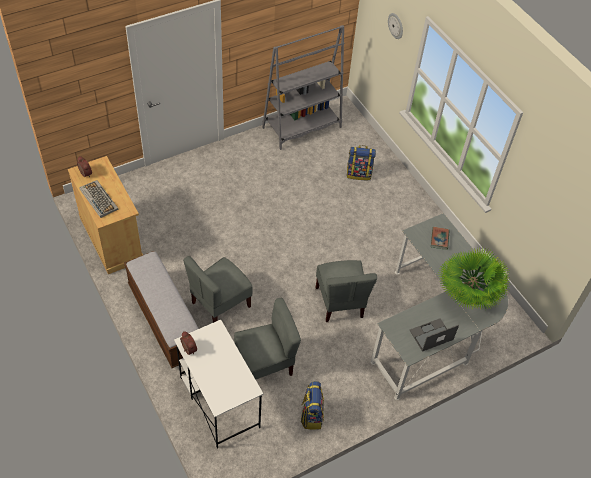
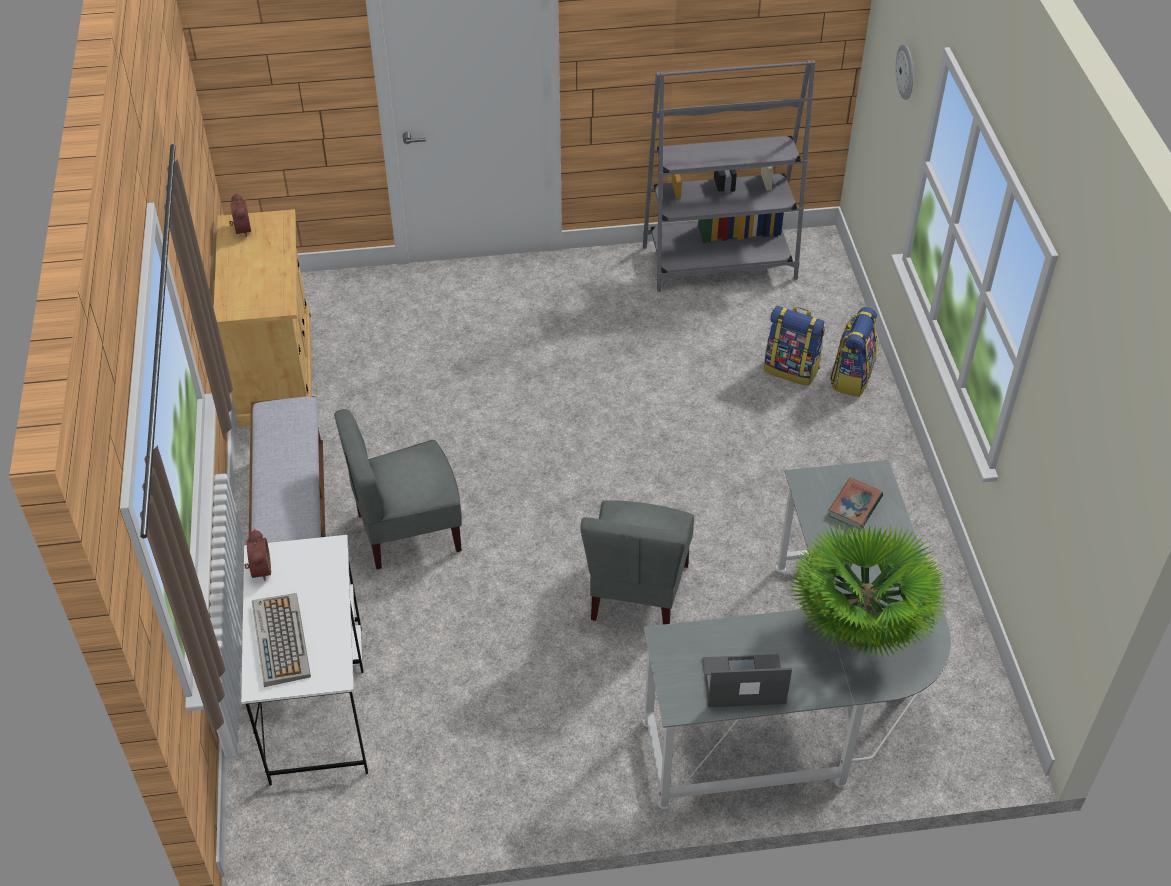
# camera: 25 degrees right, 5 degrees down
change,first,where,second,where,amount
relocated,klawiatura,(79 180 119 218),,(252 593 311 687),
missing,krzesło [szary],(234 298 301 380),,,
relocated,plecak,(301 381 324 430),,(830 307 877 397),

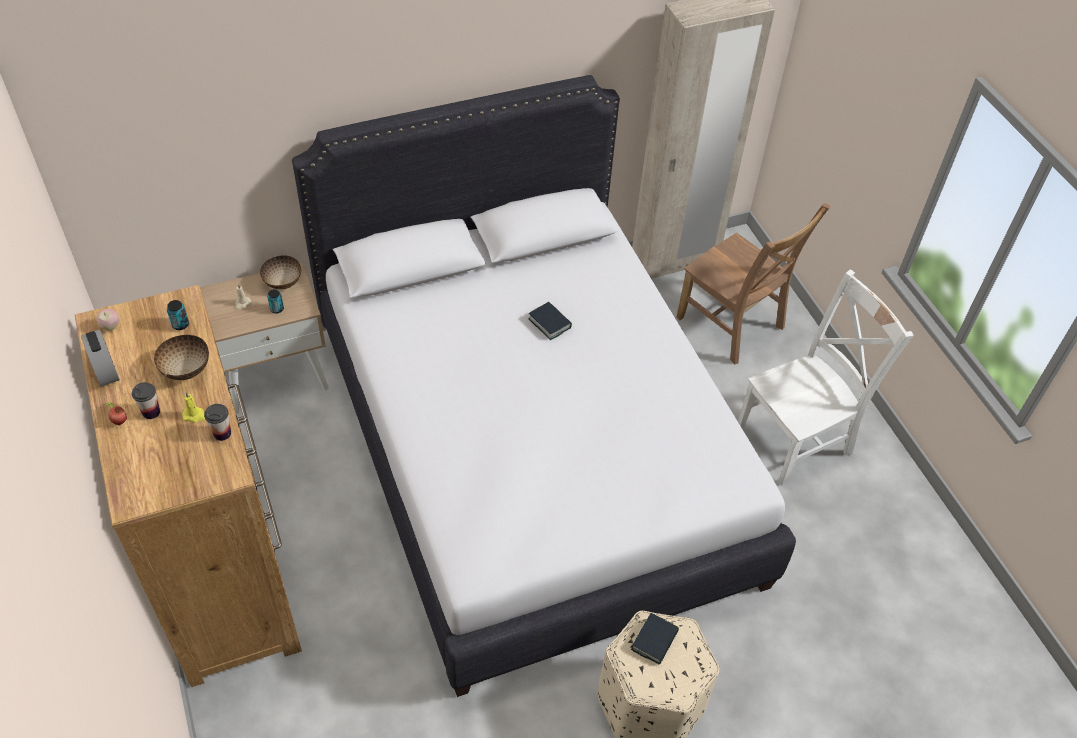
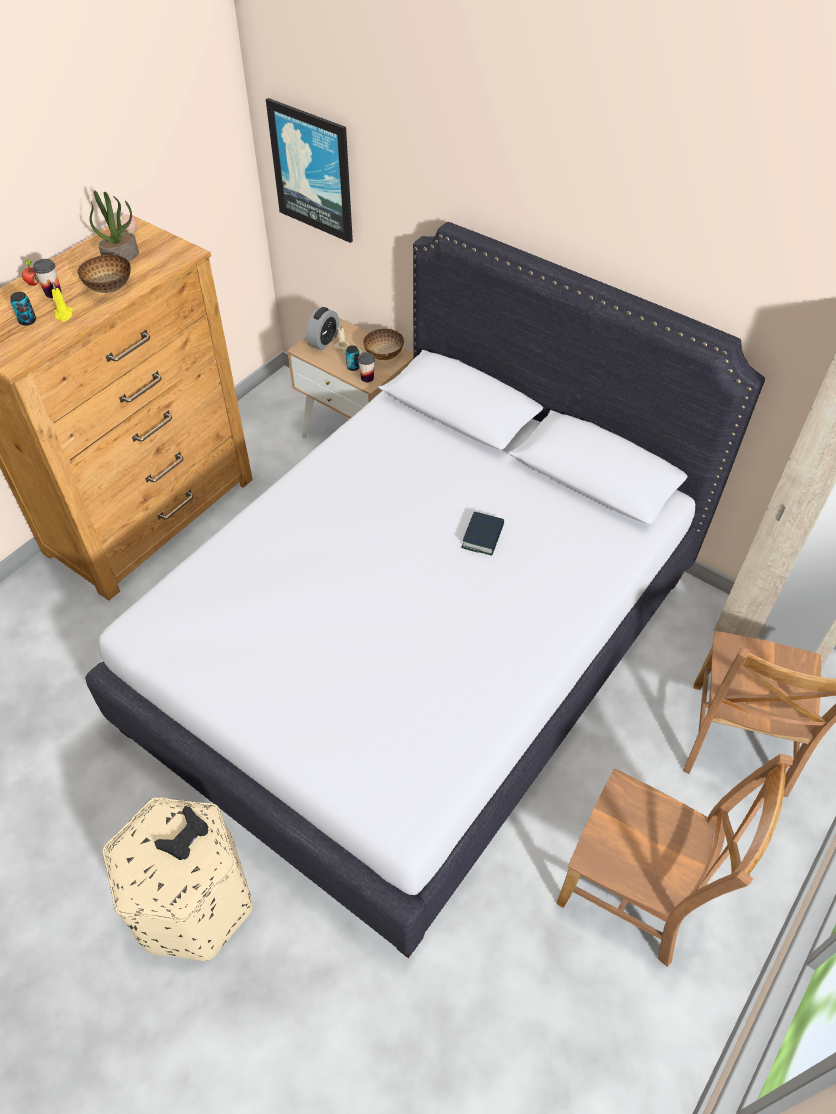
# camera: 60 degrees right, 0 degrees up
change,first,where,second,where,amount
colour,krzesło [biały],(738 269 914 486),krzesło [brązowy],(556 754 793 967),
relocated,puszka,(167 300 189 330),,(10 292 36 326),
relocated,budzik,(81 329 120 387),,(306 307 339 350),
relocated,filiżanka,(204 404 231 441),,(358 352 375 383),
exchanged,książka,(631 613 679 664),pad do gier [czarny],(154 806 209 860),
appeared,,,obraz,(266 98 353 243),
appeared,,,roślina doniczkowa,(90 191 139 261),

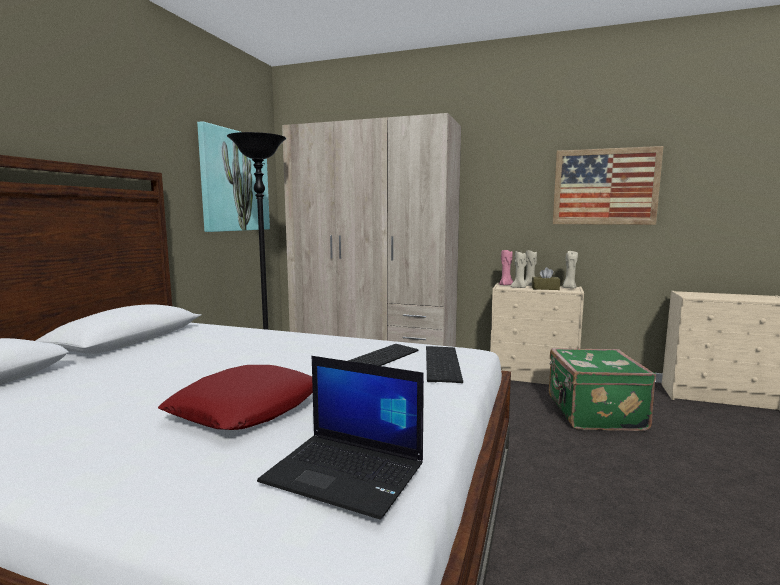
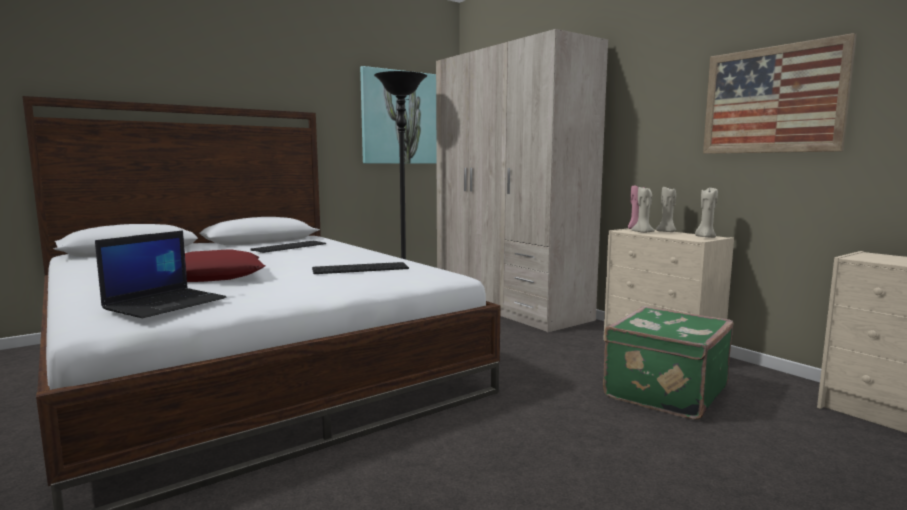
# camera: 35 degrees right, 0 degrees up
change,first,where,second,where,amount
missing,pudełko chusteczek [brązowy],(532 267 560 290),,,
relocated,klawiatura,(426 346 463 383),,(250 241 326 253),
spun,laptop,(257 356 424 520),,(95 230 226 319),120 degrees counterclockwise

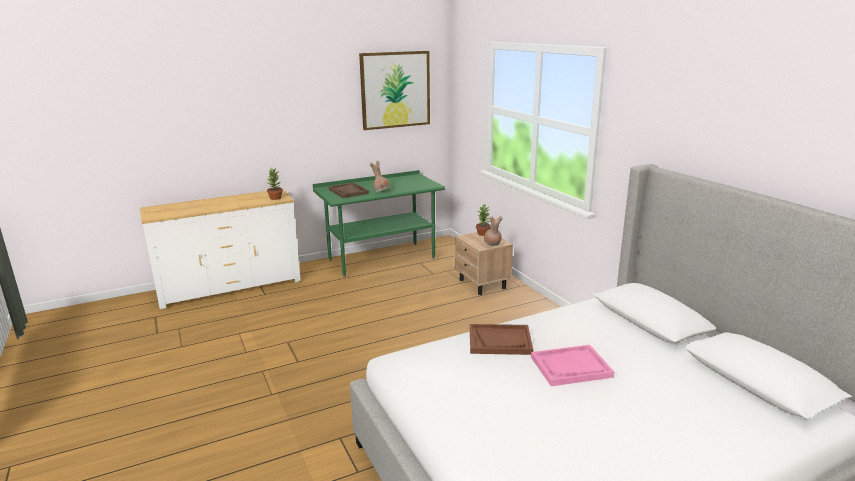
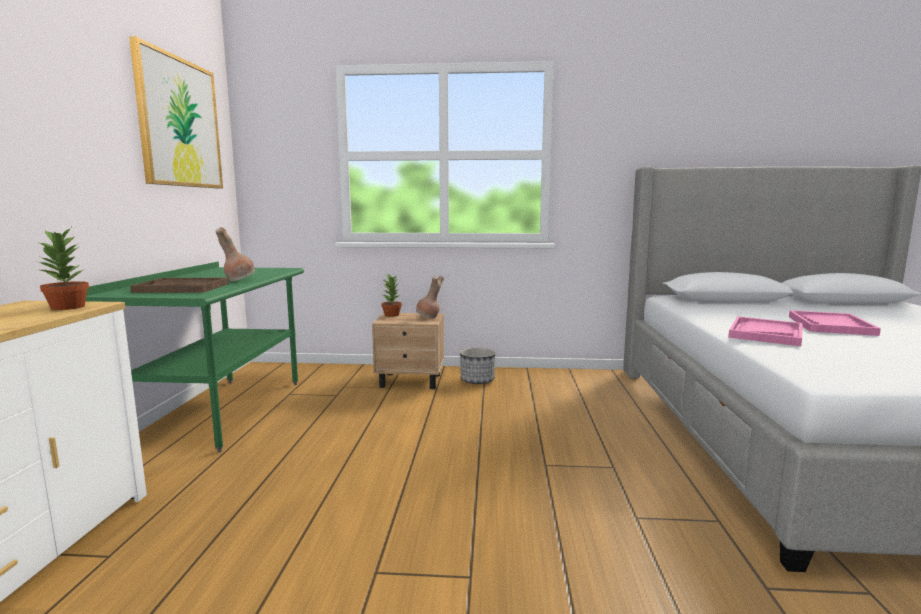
# camera: 60 degrees left, 10 degrees down
change,first,where,second,where,amount
colour,taca [brązowy],(470 324 533 355),taca [różowy],(728 316 803 346),
appeared,,,donica,(460 348 495 384),

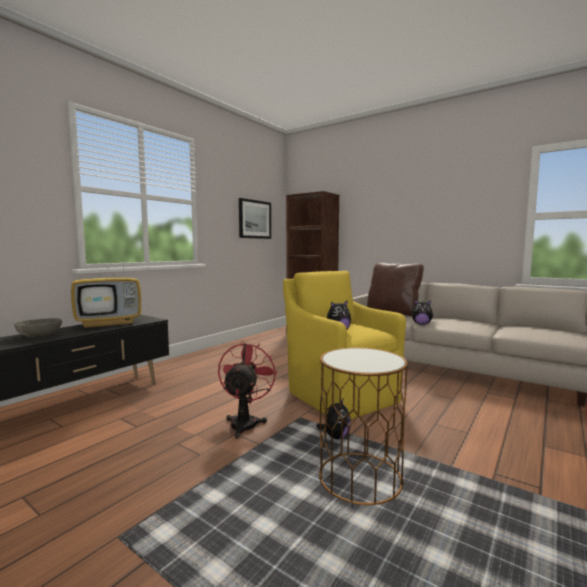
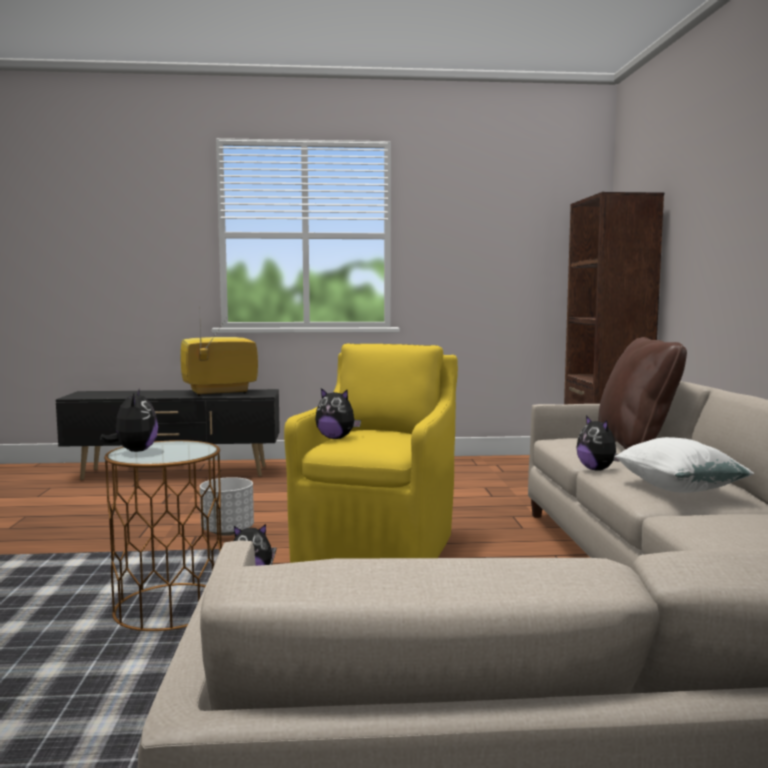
# camera: 50 degrees right, 0 degrees up
change,first,where,second,where,amount
missing,obraz,(239 198 271 239),,,
spun,telewizor,(71 247 141 329),,(180 303 258 396),135 degrees clockwise
missing,miska [szary],(14 318 62 337),,,
exchanged,wentylator [czerwony],(218 342 277 439),donica [biały],(200 477 254 536),
appeared,,,pluszak,(100 388 158 452),
appeared,,,poduszka [biały],(614 437 754 493),

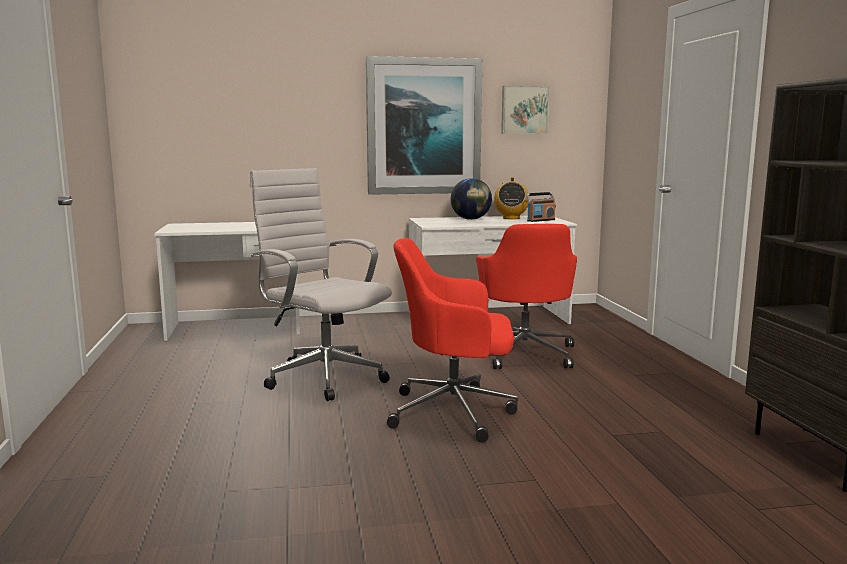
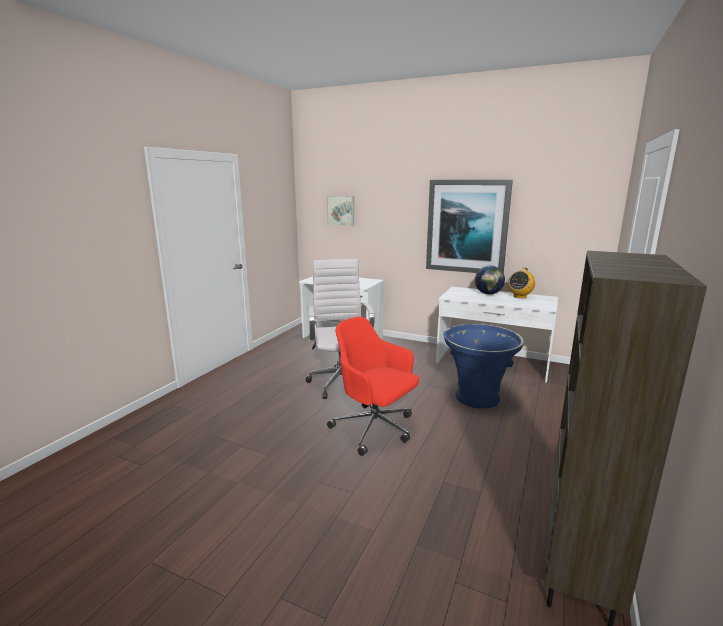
# camera: 35 degrees right, 5 degrees up
change,first,where,second,where,amount
relocated,obraz,(501 86 549 134),,(327 196 354 226),
missing,radio,(526 192 556 222),,,
exchanged,krzesło biurowe [czerwony],(476 224 577 369),donica [niebieski],(443 324 524 409),

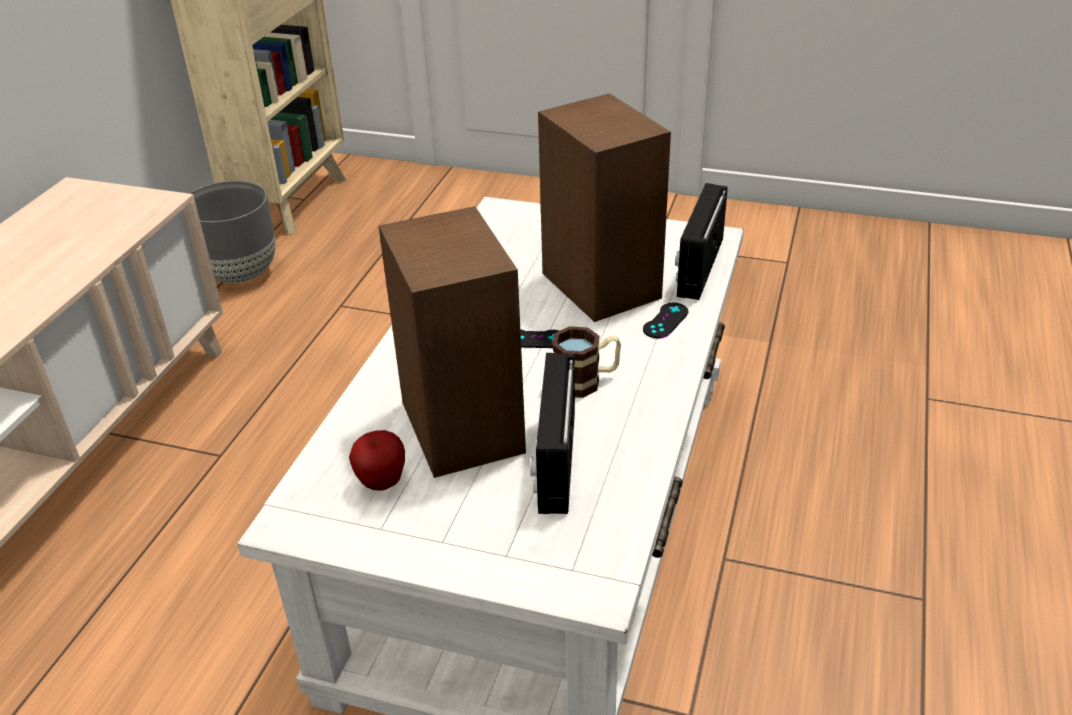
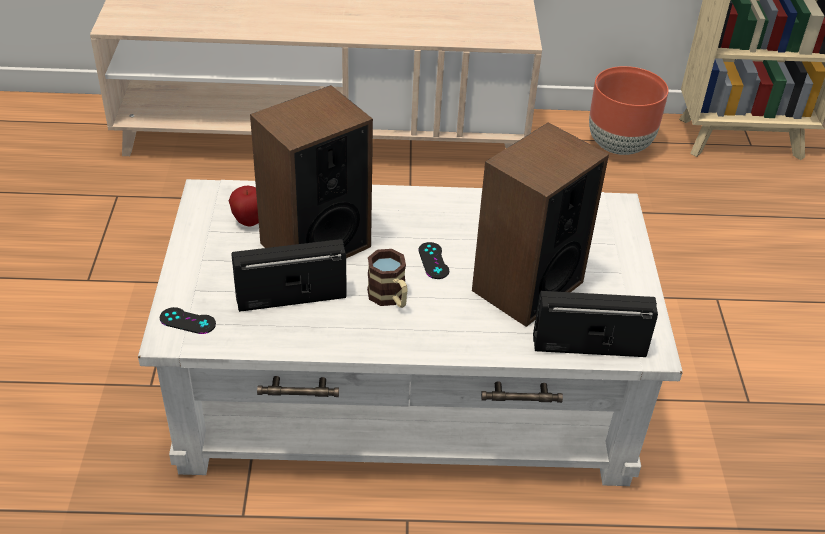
# camera: 70 degrees right, 5 degrees up
change,first,where,second,where,amount
colour,donica [szary],(189 181 275 283),donica [brązowy],(589 66 669 155),
relocated,pad do gier [czarny],(643 303 688 338),,(160 307 216 334),

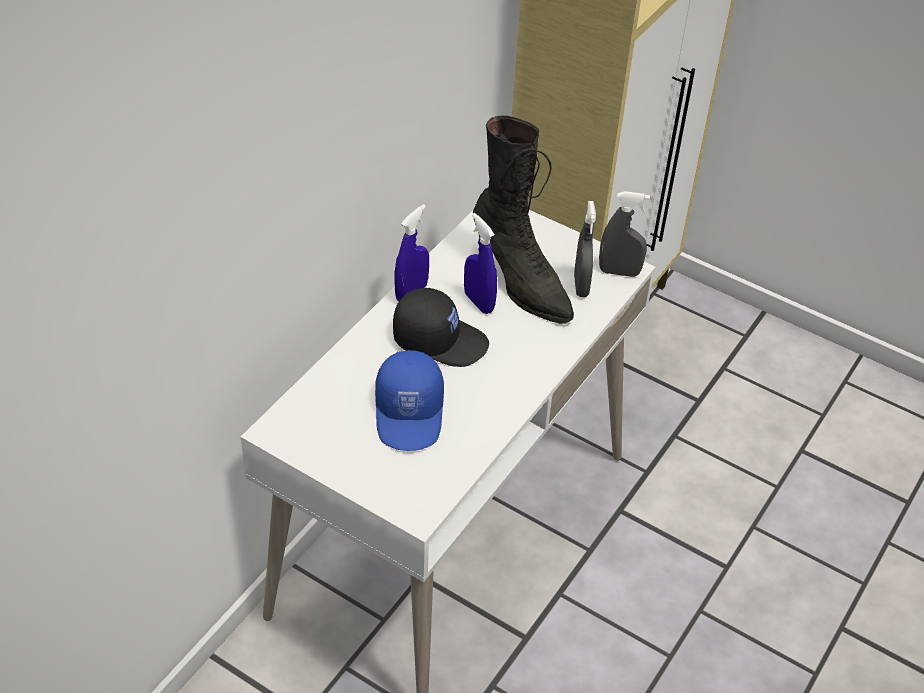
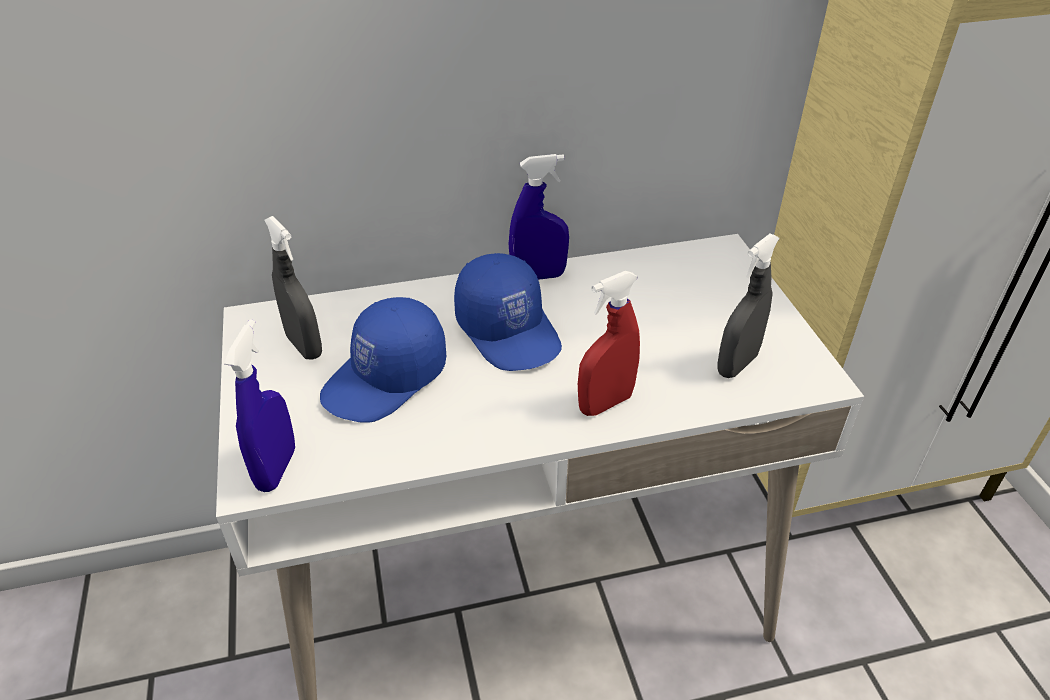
# camera: 45 degrees right, 5 degrees down
change,first,where,second,where,amount
missing,but z cholewką [czarny],(473 115 574 324),,,
relocated,spryskiwacz [szary],(599 191 650 277),,(264 216 322 360),
relocated,spryskiwacz [niebieski],(464 213 497 314),,(224 320 295 492),
colour,czapka z daszkiem [czarny],(393 288 489 367),czapka z daszkiem [niebieski],(454 253 562 371),
appeared,,,spryskiwacz [czerwony],(578 271 640 416),

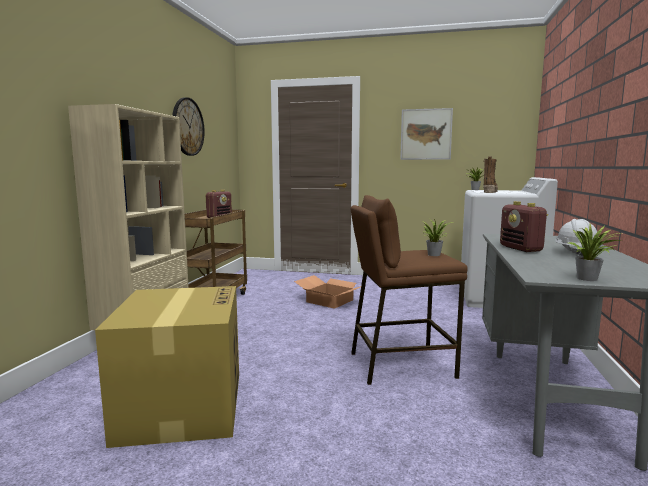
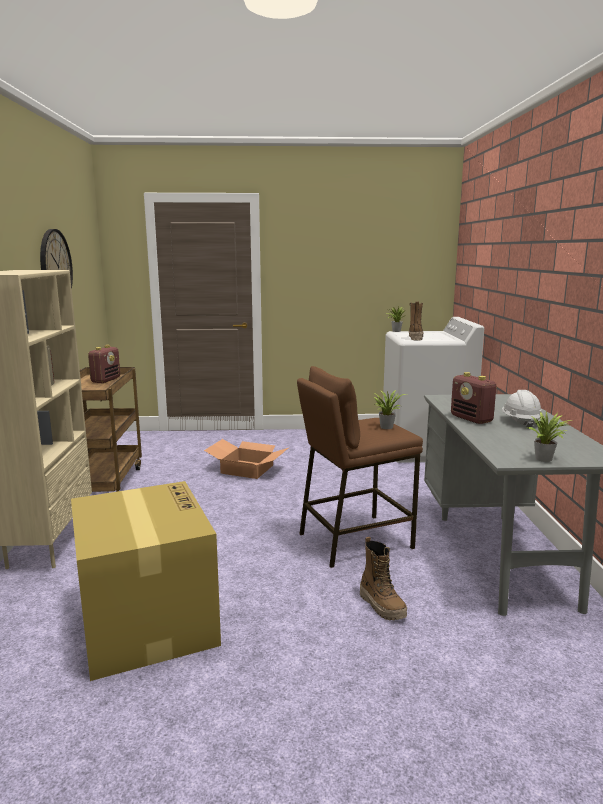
# camera: 15 degrees left, 5 degrees up
change,first,where,second,where,amount
missing,obraz,(400 108 453 160),,,
appeared,,,but z cholewką,(360 537 407 620),

